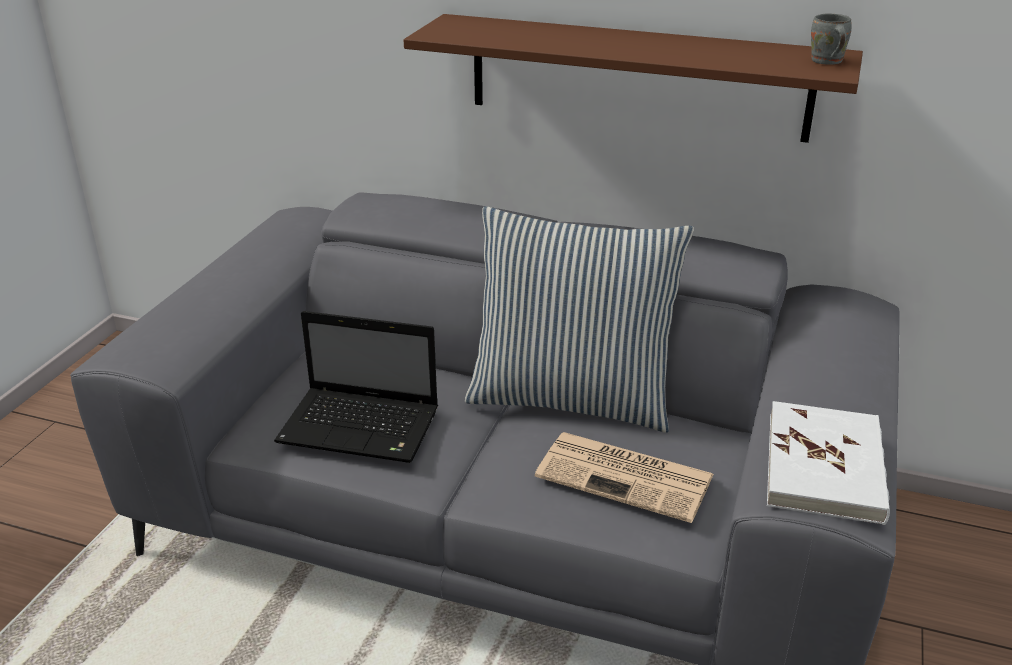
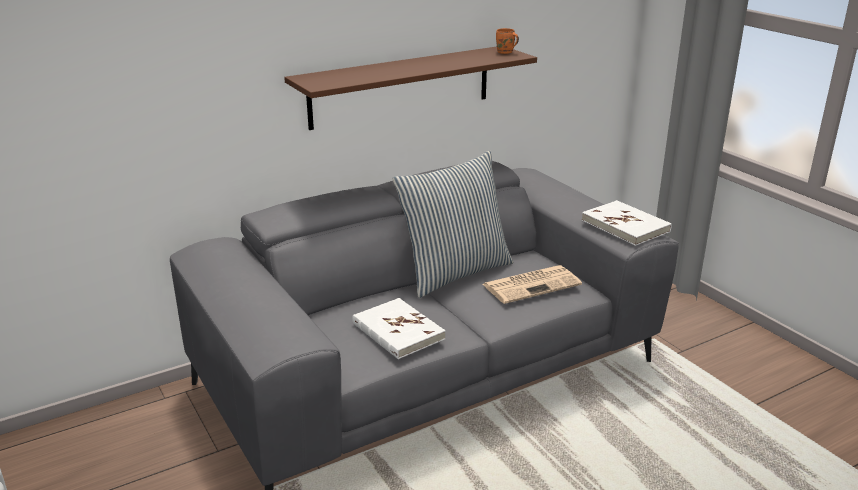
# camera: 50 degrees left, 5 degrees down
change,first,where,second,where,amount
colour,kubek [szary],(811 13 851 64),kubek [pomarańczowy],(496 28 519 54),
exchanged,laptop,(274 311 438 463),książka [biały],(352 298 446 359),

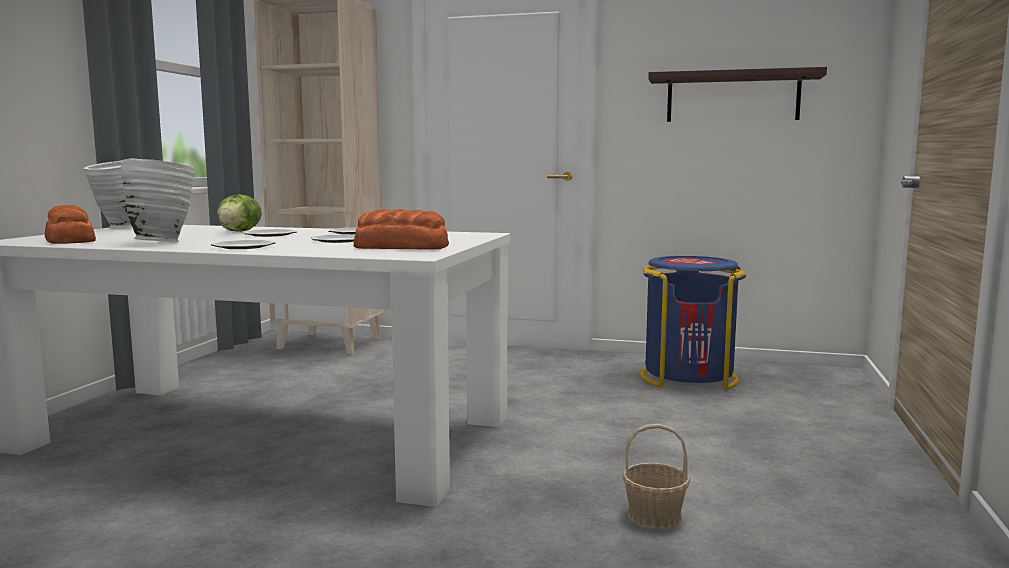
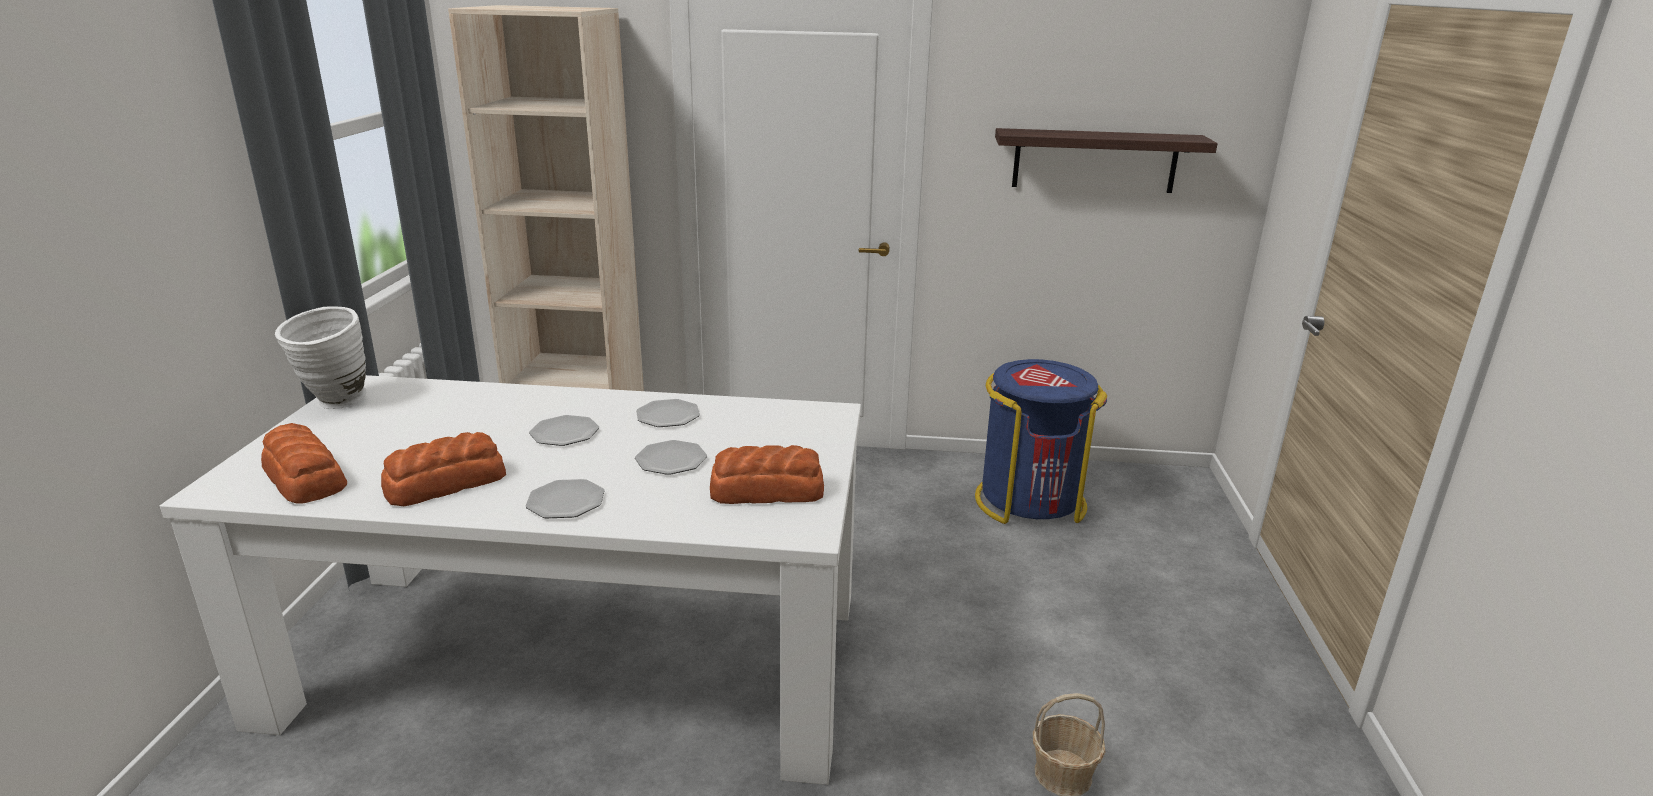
# camera: 10 degrees left, 15 degrees up
change,first,where,second,where,amount
exchanged,wazon [biały],(121 158 195 242),chleb,(381 432 506 506),
missing,sałata,(217 194 262 232),,,

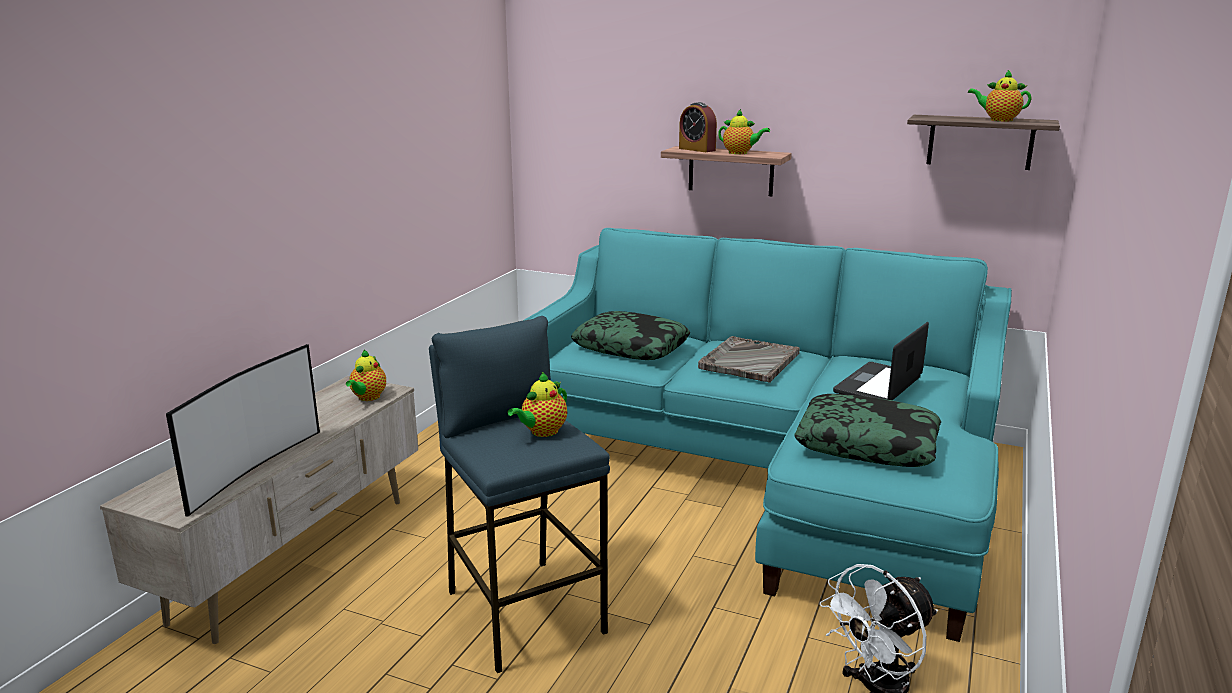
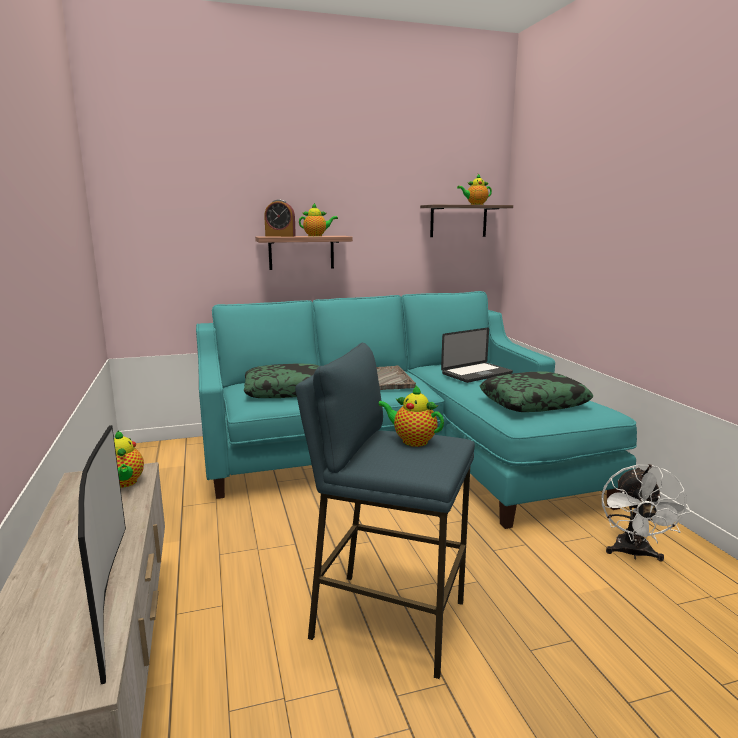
# camera: 40 degrees left, 5 degrees down
change,first,where,second,where,amount
spun,laptop,(833 322 929 400),,(441 327 513 383),120 degrees counterclockwise
spun,imbryk,(507 372 567 437),,(379 384 444 447),120 degrees clockwise

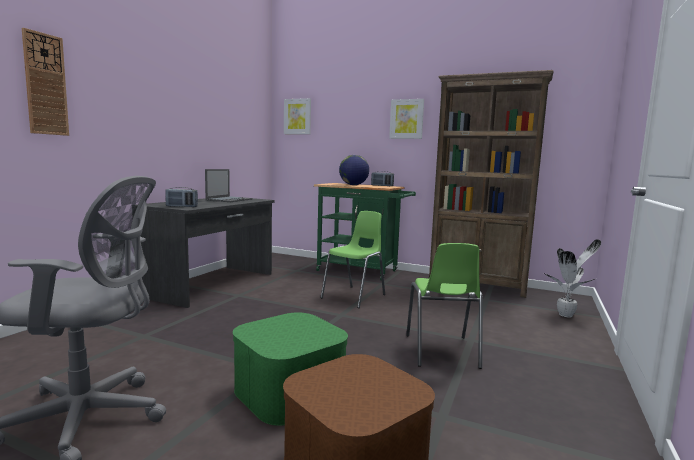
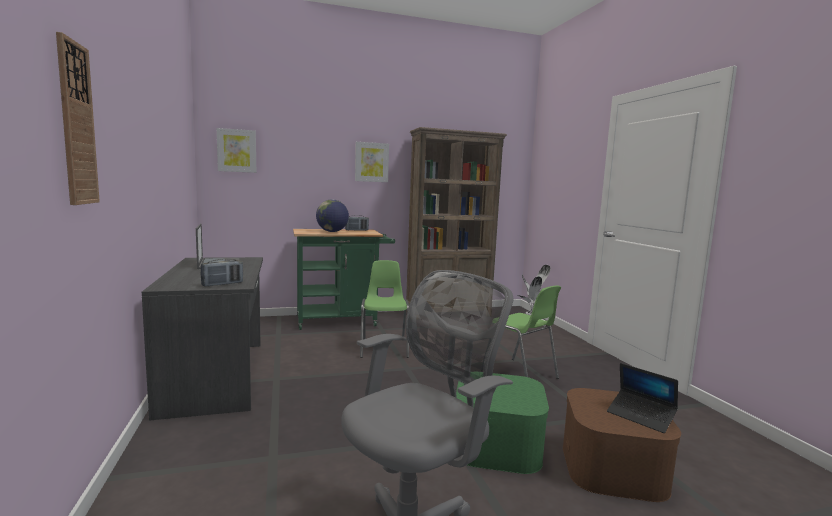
# camera: 40 degrees left, 0 degrees up
change,first,where,second,where,amount
appeared,,,laptop,(607 363 678 433),

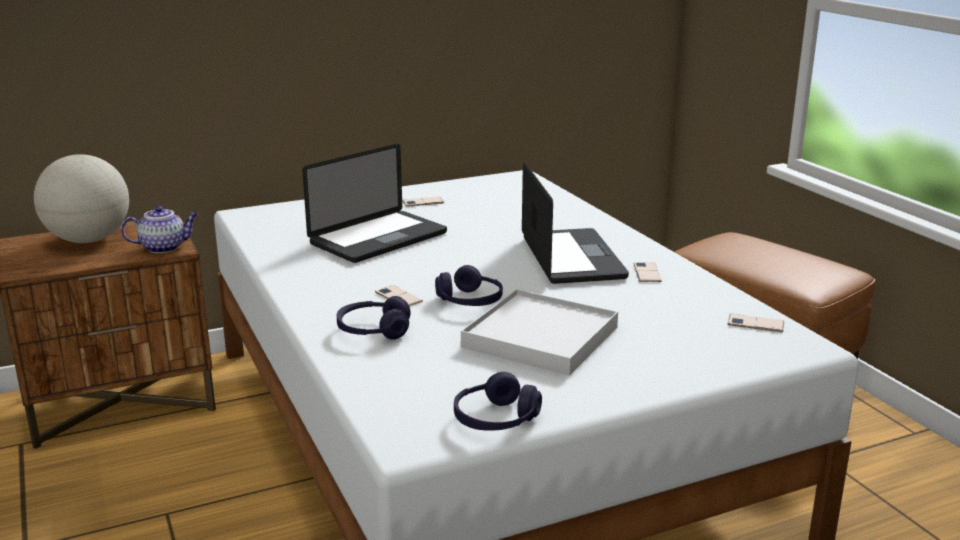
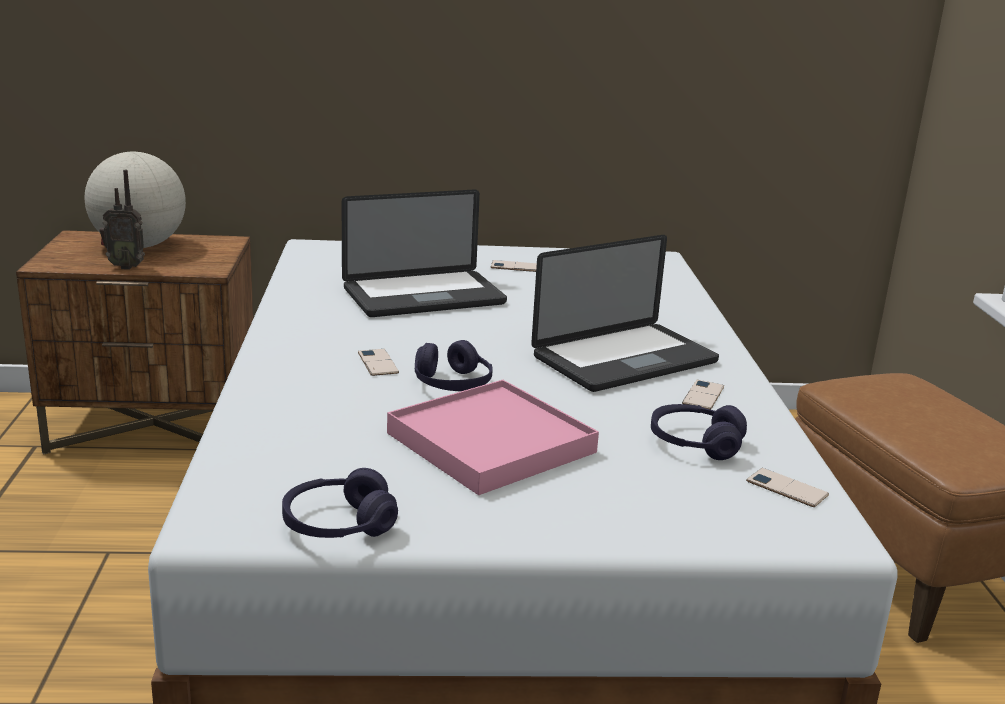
# camera: 20 degrees right, 0 degrees up
change,first,where,second,where,amount
spun,laptop,(522 162 629 284),,(531 235 719 392),45 degrees clockwise
missing,imbryk,(121 206 198 253),,,
colour,taca [biały],(461 289 618 376),taca [różowy],(387 380 599 495),
relocated,słuchawki [fioletowy],(337 296 411 340),,(651 404 747 460),
appeared,,,radio,(99 170 145 270),

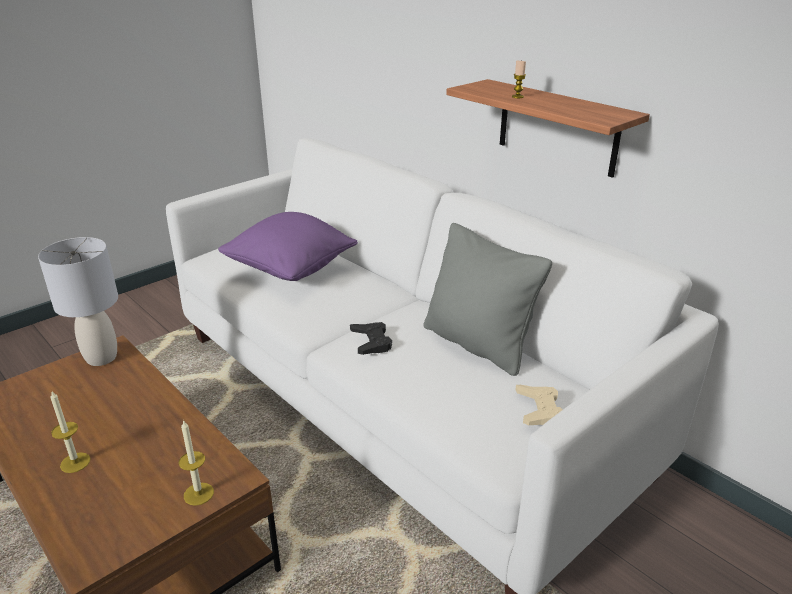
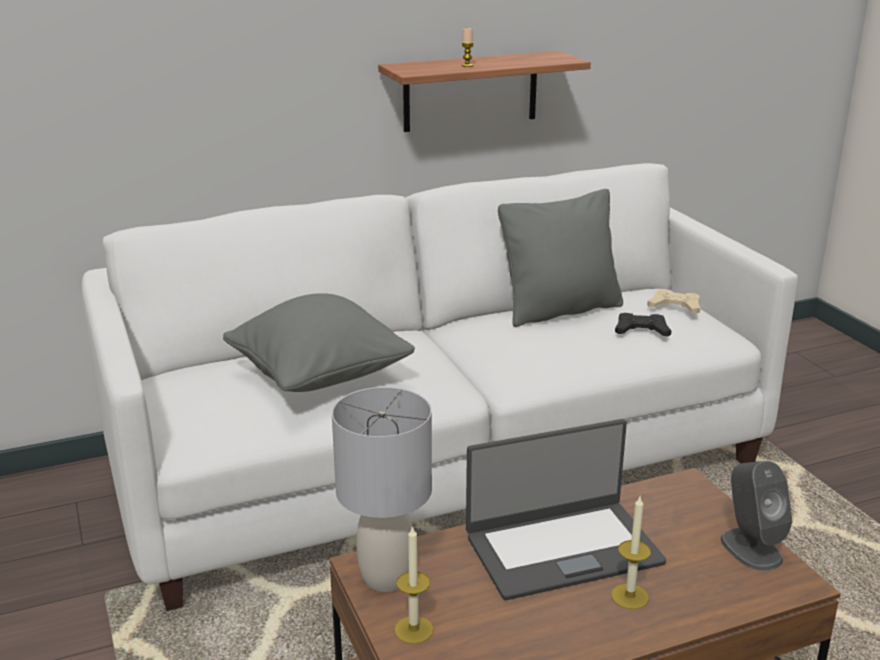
# camera: 70 degrees left, 5 degrees down
change,first,where,second,where,amount
colour,poduszka [fioletowy],(218 212 358 281),poduszka [szary],(223 293 415 392),
relocated,pad do gier [czarny],(350 322 392 355),,(615 313 671 336),
relocated,świeca,(179 420 214 506),,(394 525 433 644),
appeared,,,laptop,(466 419 666 600),
appeared,,,głośnik [szary],(720 461 793 571),

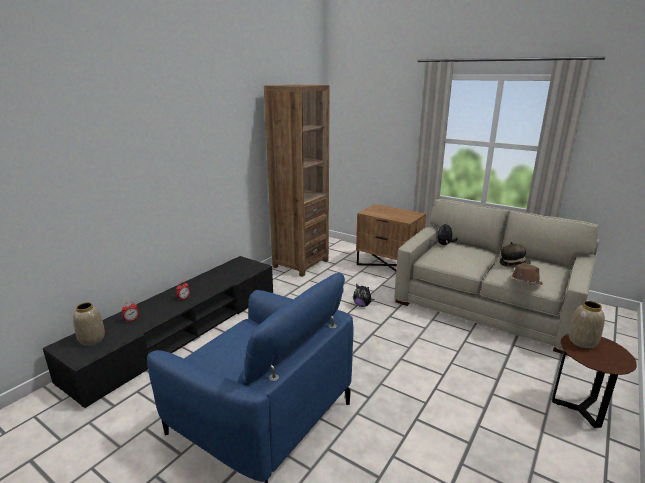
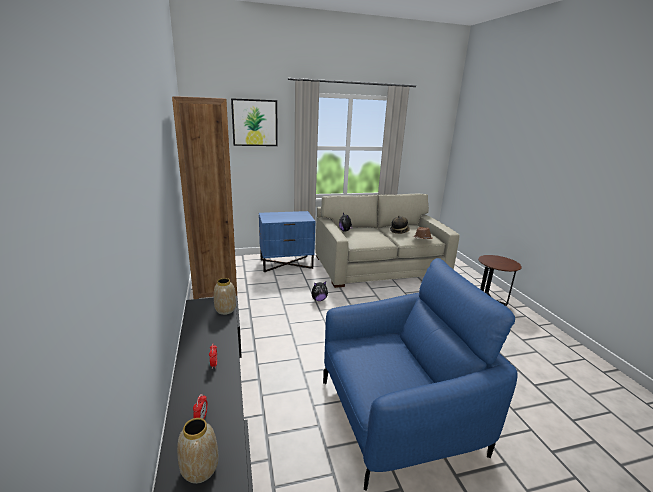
# camera: 50 degrees left, 0 degrees up
change,first,where,second,where,amount
colour,szafka nocna [brązowy],(356 204 426 272),szafka nocna [niebieski],(259 211 315 272),
relocated,wazon,(569 301 605 349),,(214 278 236 315),
appeared,,,obraz,(231 98 278 146),

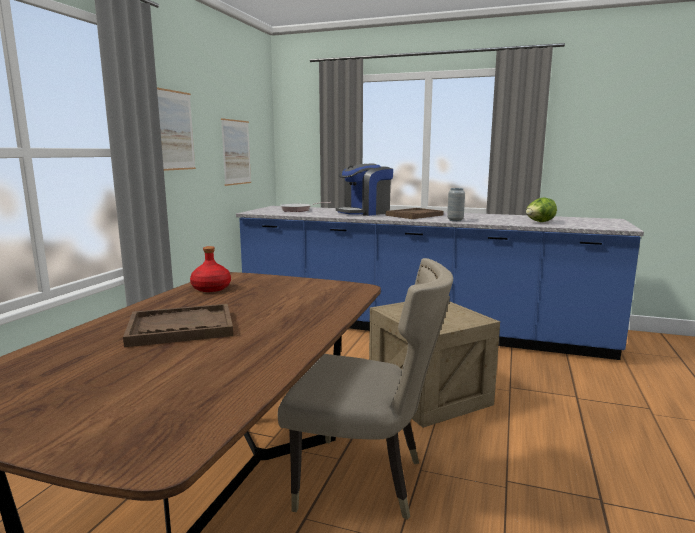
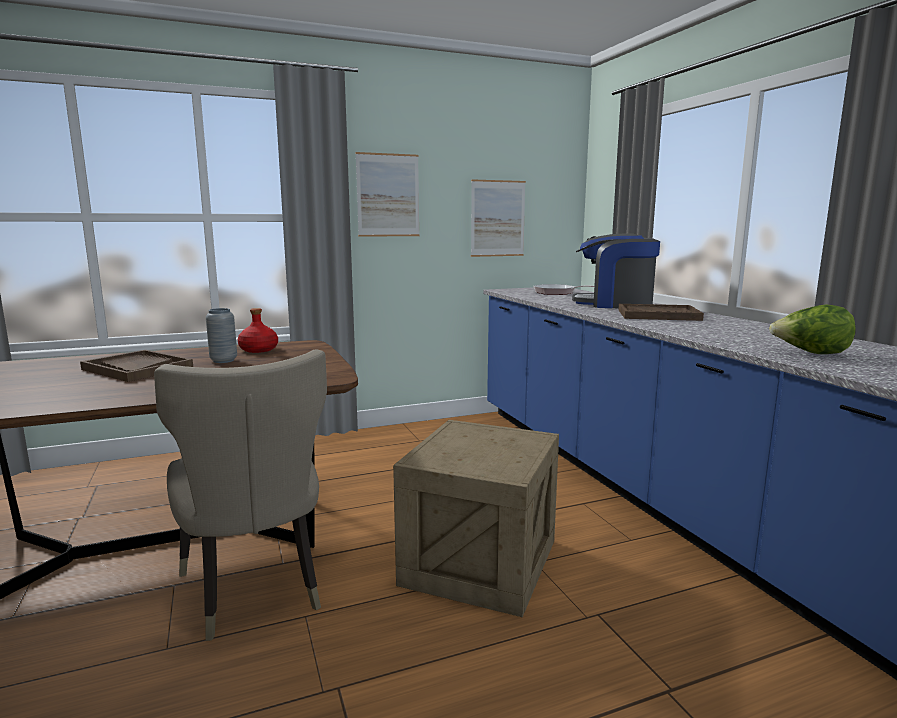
# camera: 50 degrees right, 0 degrees up
change,first,where,second,where,amount
relocated,wazon [szary],(447 188 465 221),,(206 308 237 363),

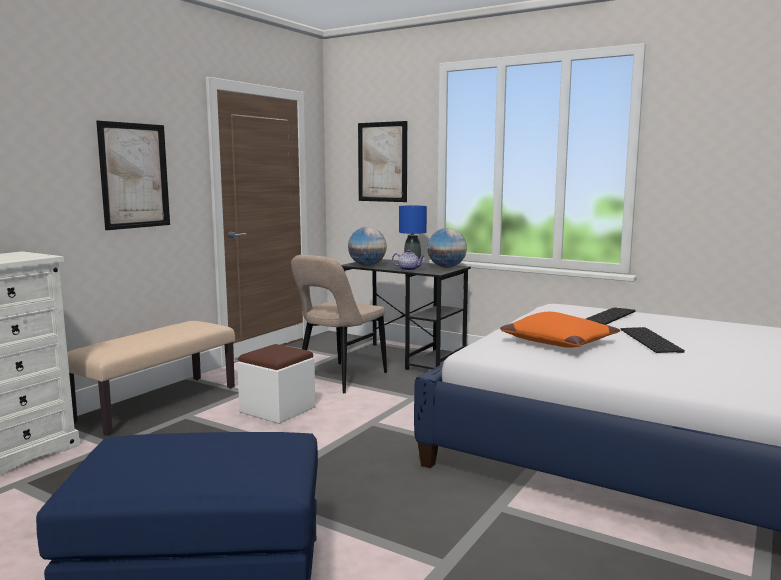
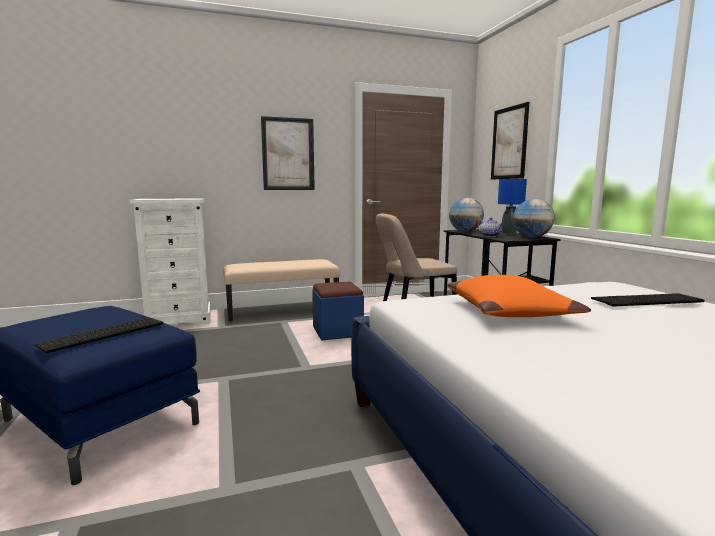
# camera: 40 degrees right, 0 degrees up
change,first,where,second,where,amount
relocated,klawiatura,(620 327 685 353),,(35 317 163 353),
colour,pufa [biały],(237 344 316 424),pufa [niebieski],(312 281 364 340),

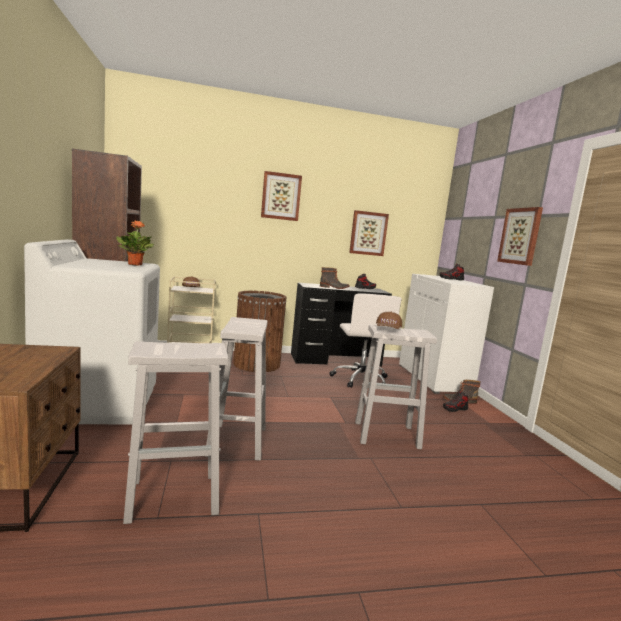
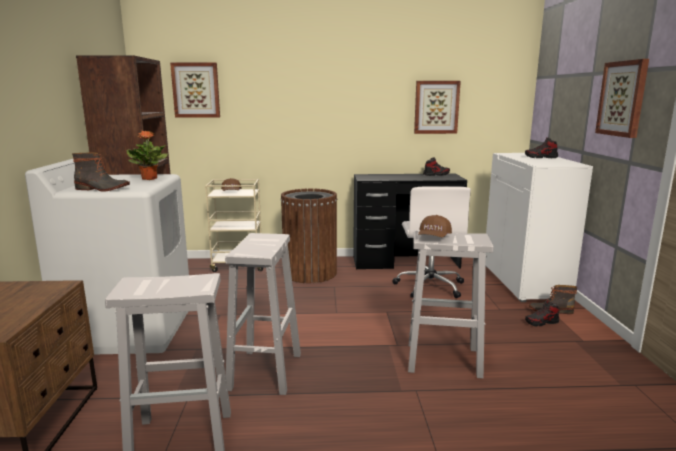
# camera: 10 degrees right, 5 degrees up
change,first,where,second,where,amount
relocated,obraz,(261 171 302 221),,(170 62 220 118),
relocated,but z cholewką,(320 267 350 289),,(72 152 130 192),

